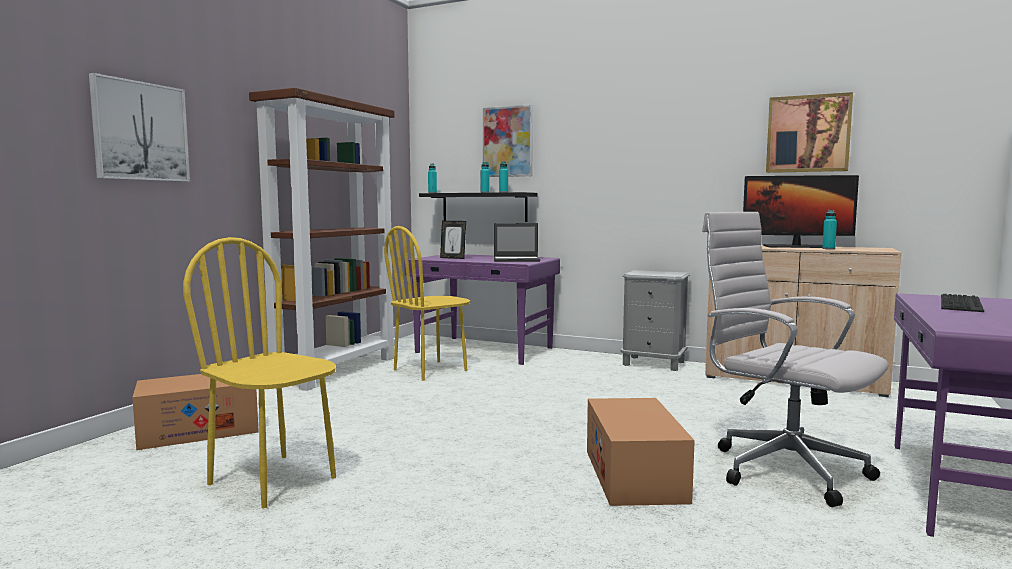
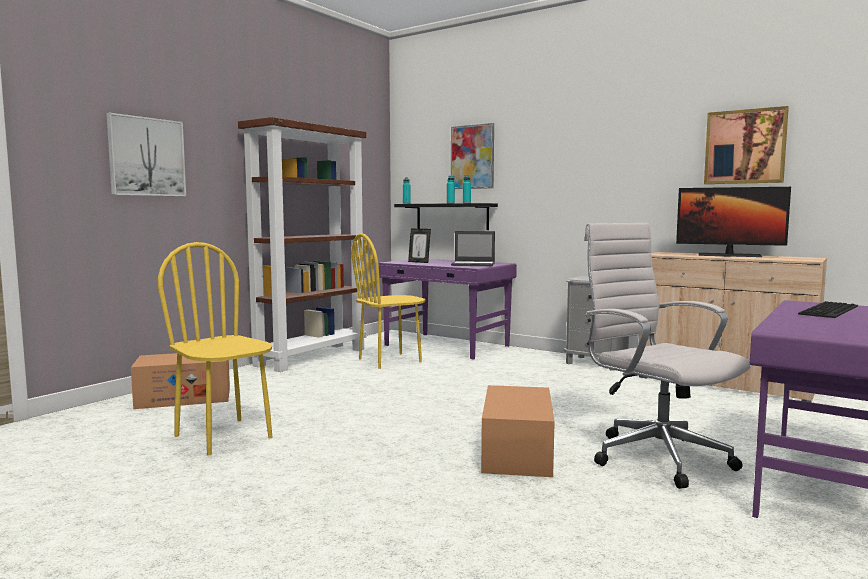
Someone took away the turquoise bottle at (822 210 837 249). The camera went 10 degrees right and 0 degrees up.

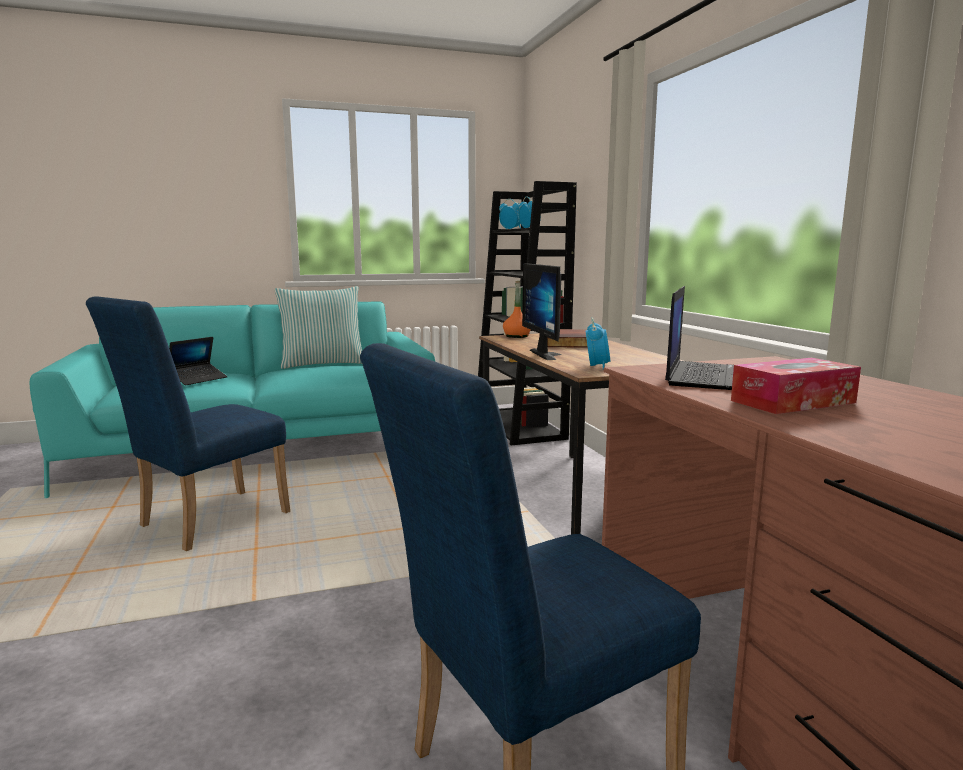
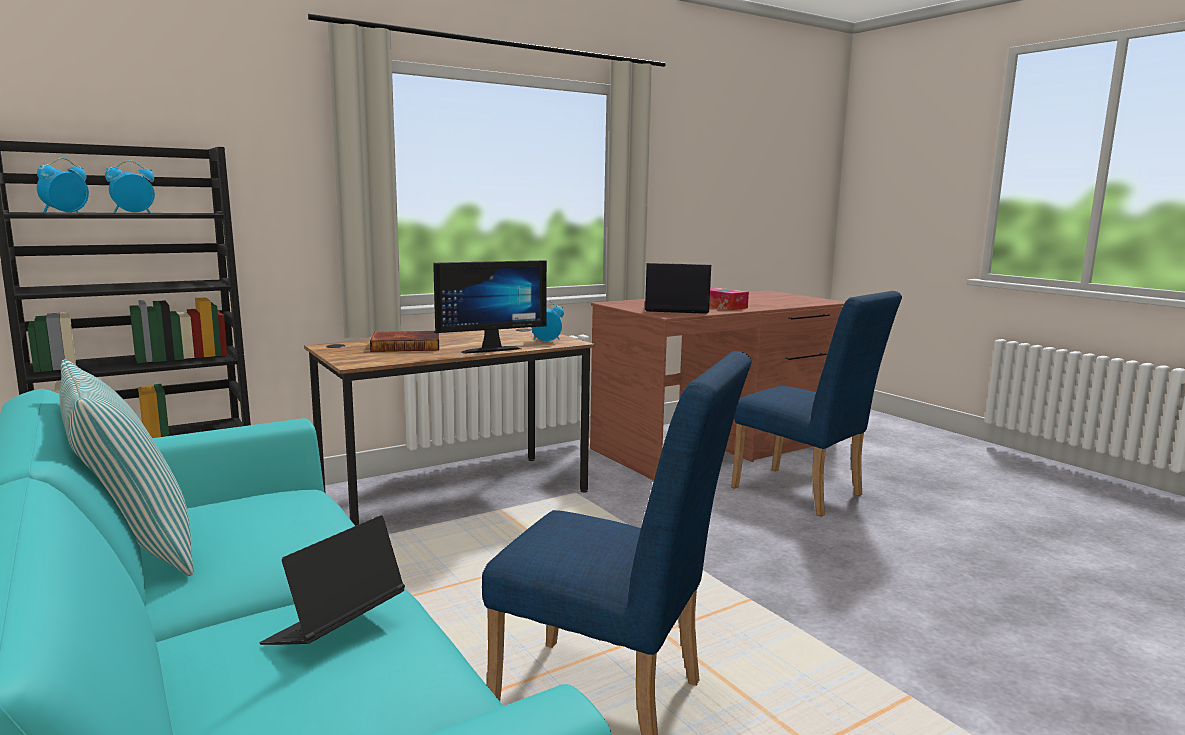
Someone took away the orange bottle at (503 281 530 338). Someone rotated the laptop at (169 337 228 385) by 75 degrees counterclockwise. The camera went 105 degrees left and 0 degrees up.

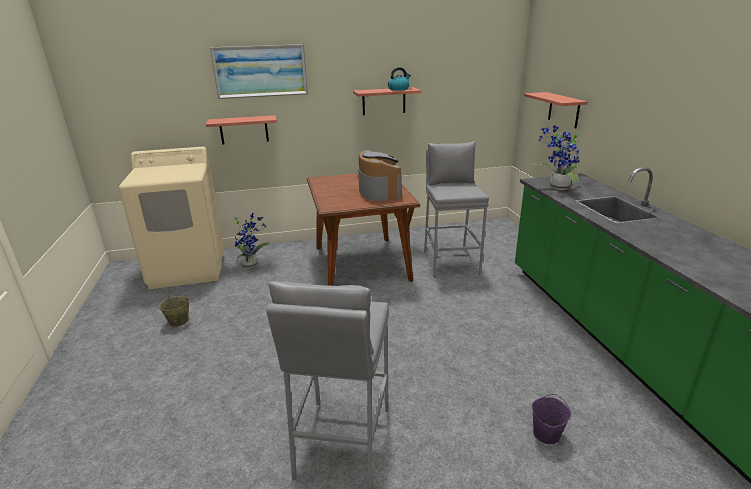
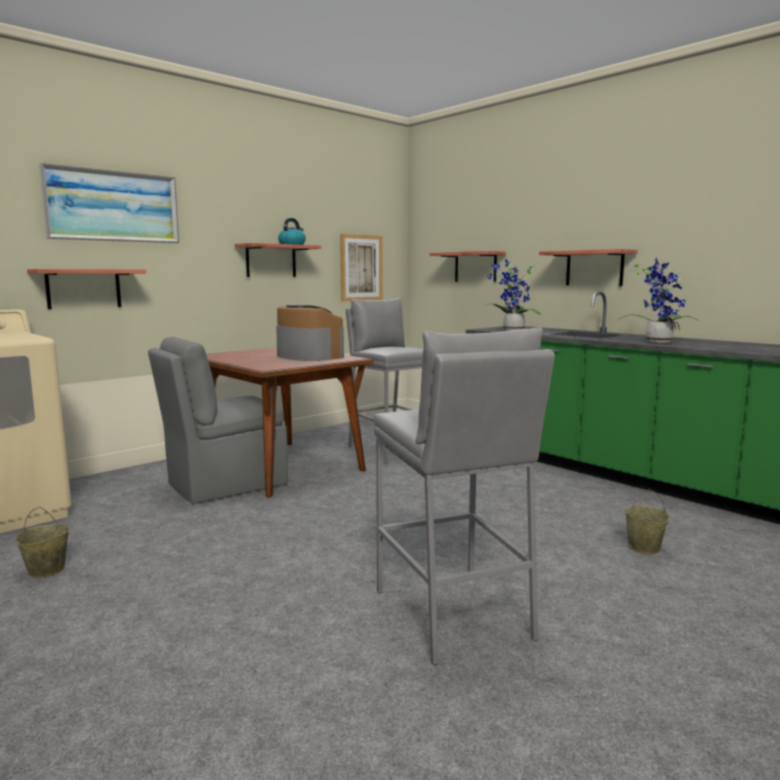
Someone carried the potted plant from (234 213 271 268) to (617 258 699 343). Someone repainted the purple bucket at (532 394 571 444), which became the beige bucket at (625 489 670 554). Someone put up the picture at (340 234 383 302). Someone put up the shelf at (539 249 638 286). Someone put down the grey chair at (148 337 288 504). The camera went 30 degrees left and 15 degrees down.

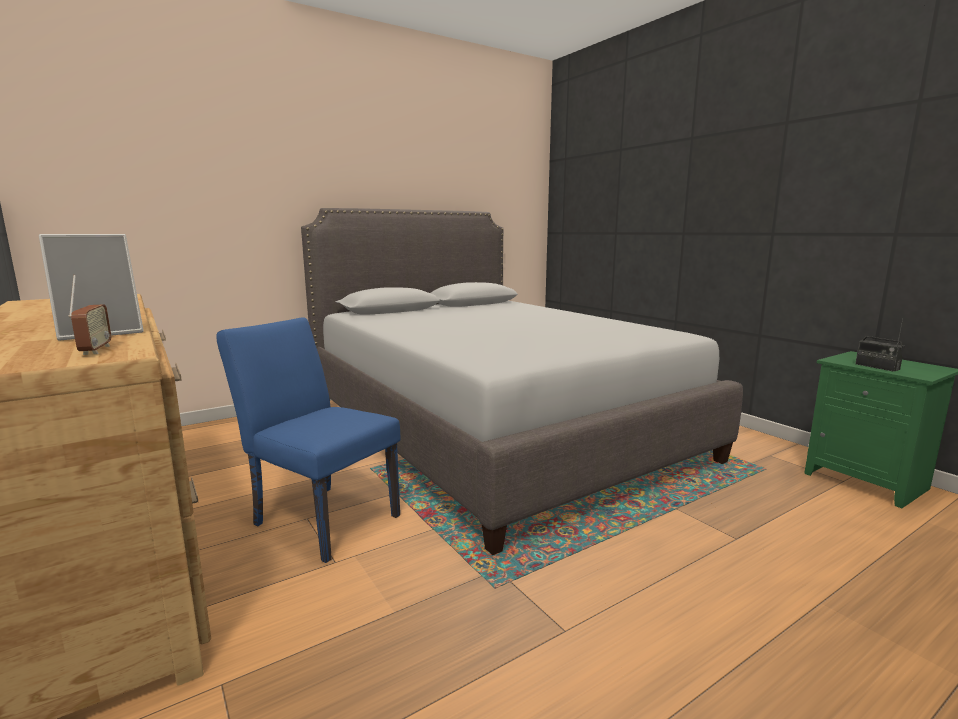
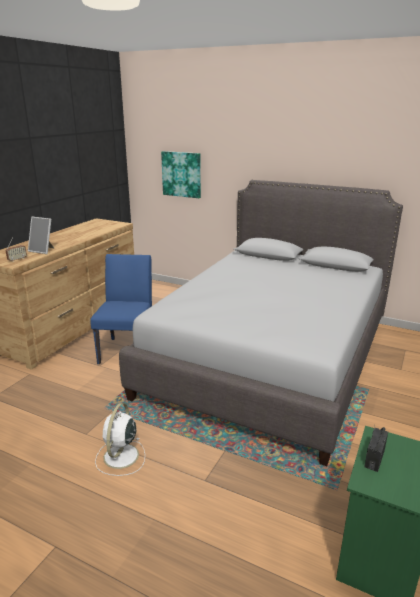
Someone put up the picture at (161 151 201 198). Someone put down the white fan at (95 403 145 476). The camera went 60 degrees right and 10 degrees up.

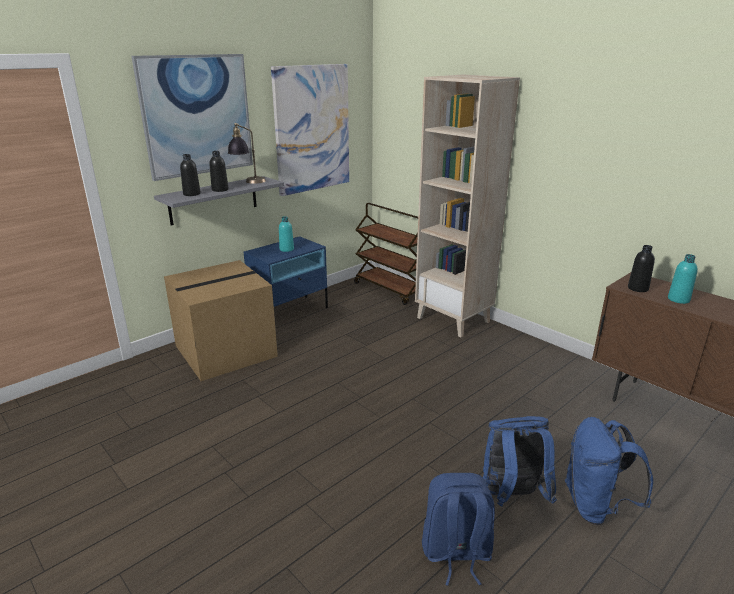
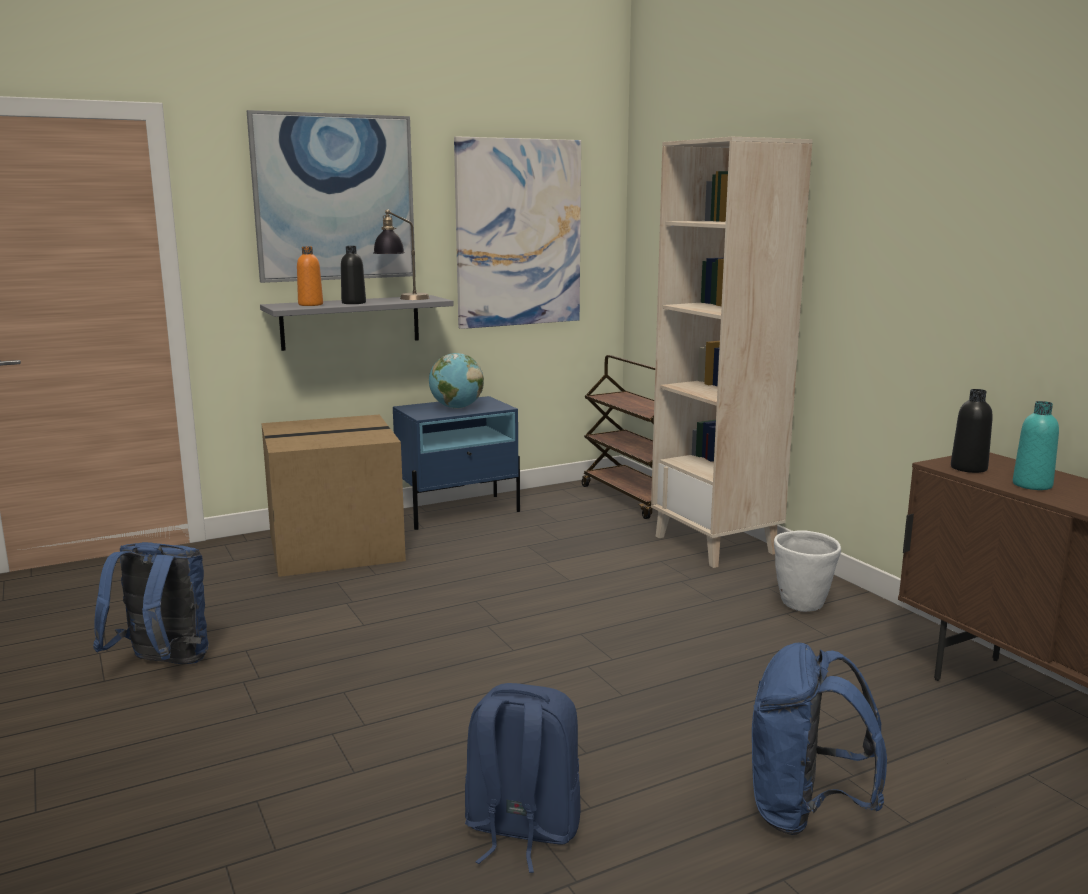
Someone repainted the black bottle at (180 154 201 196), which became the orange bottle at (297 247 323 306). Someone swapped the turquoise bottle at (279 216 294 252) for the globe at (429 353 484 409). Someone carried the blue backpack from (483 416 557 506) to (93 542 209 664). Someone put down the white planter at (774 530 841 612). The camera went 15 degrees right and 10 degrees down.

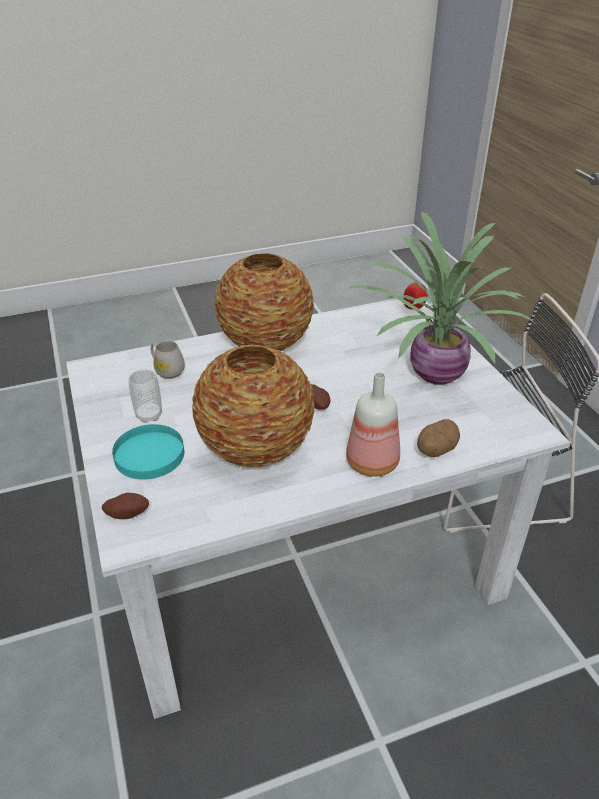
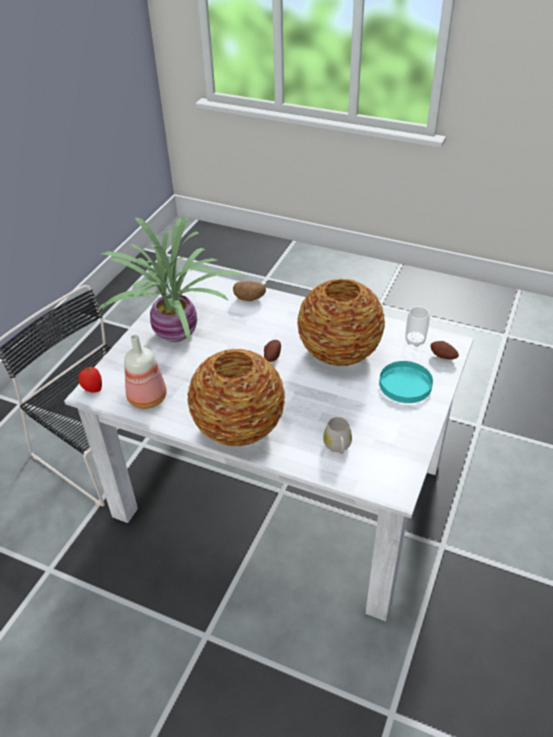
Someone carried the cup from (128 369 162 423) to (405 306 430 347). Someone carried the bottle from (346 372 400 477) to (124 335 167 409). The camera went 135 degrees left and 5 degrees up.

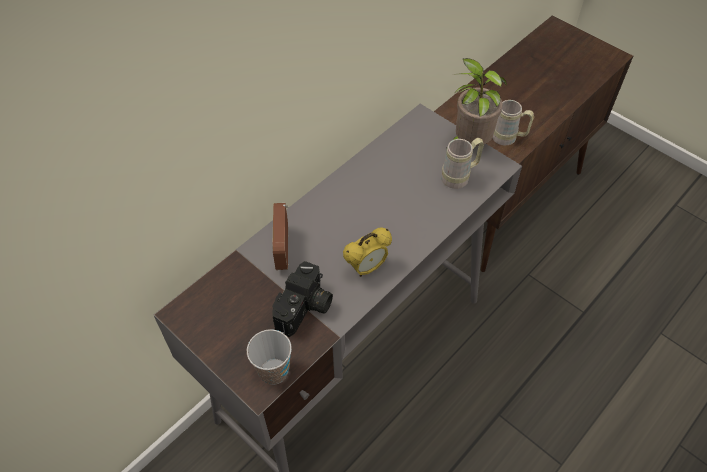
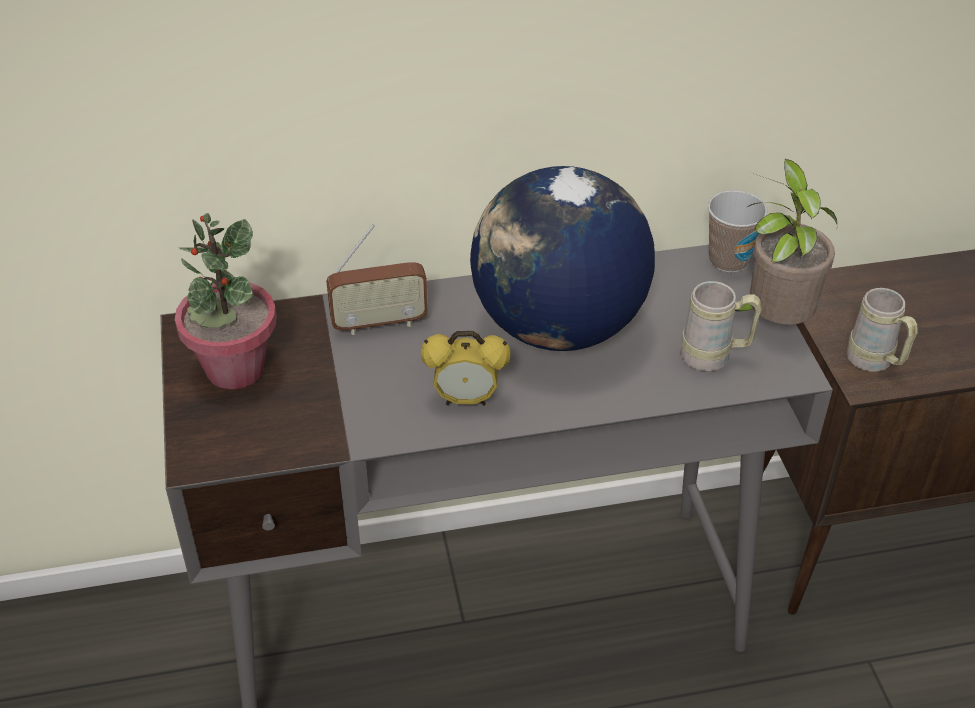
Someone rotated the radio at (273 203 289 270) by 135 degrees counterclockwise. Someone took away the photo camera at (272 261 333 337). Someone carried the cup from (247 329 292 385) to (708 190 767 273). Someone put down the globe at (470 166 655 351). Someone put down the potted plant at (175 213 277 389). The camera went 35 degrees right and 10 degrees down.

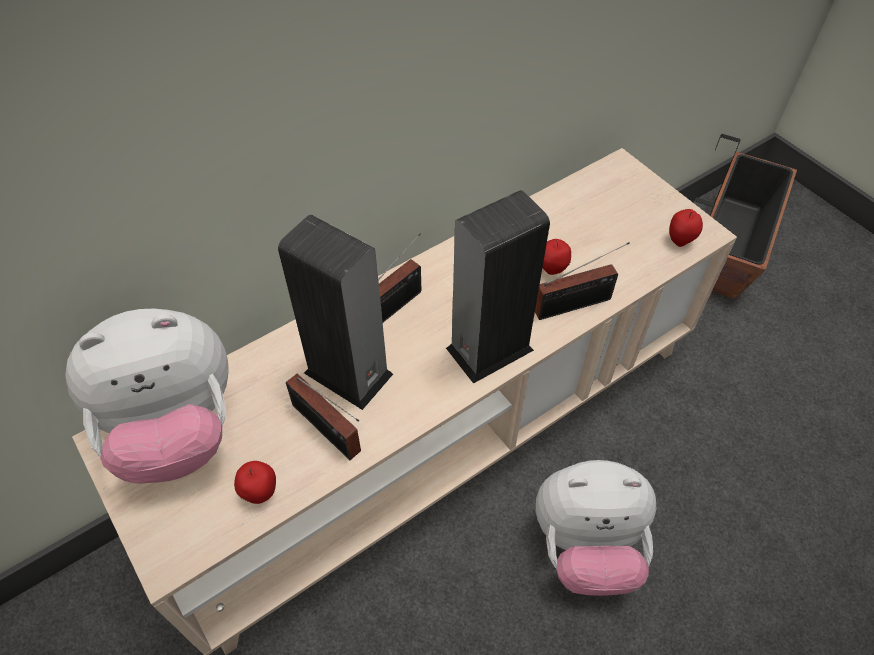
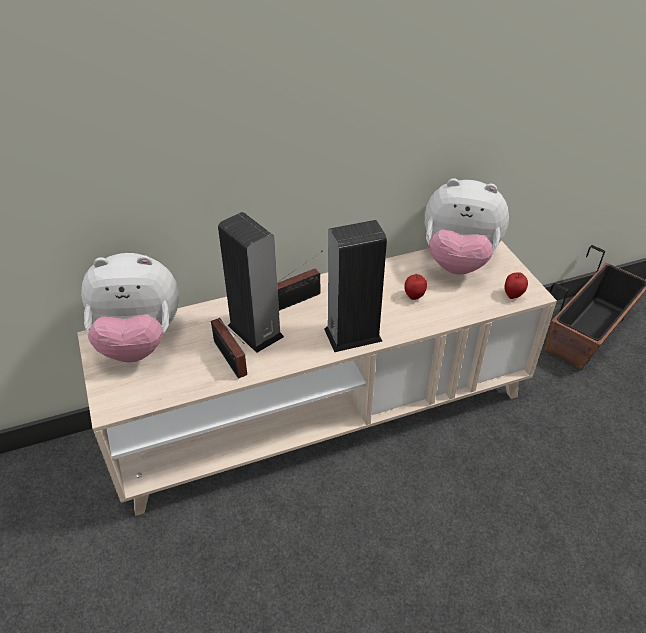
Someone took away the radio at (535 242 630 320). Someone carried the plush toy from (536 460 656 596) to (425 178 509 275). Someone took away the apple at (234 461 276 504). The camera went 15 degrees right and 10 degrees down.

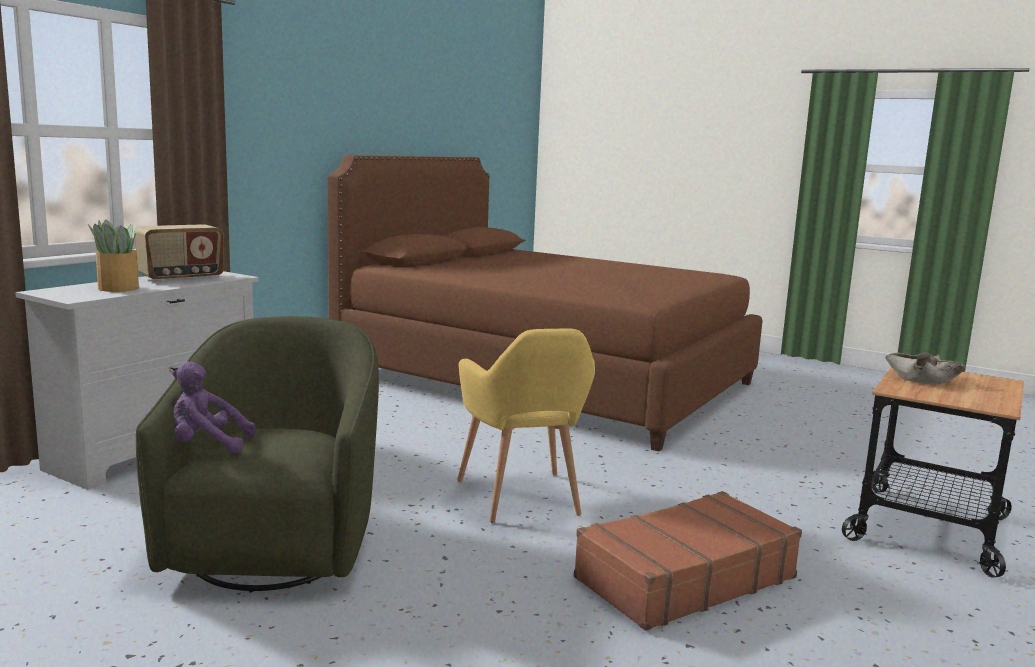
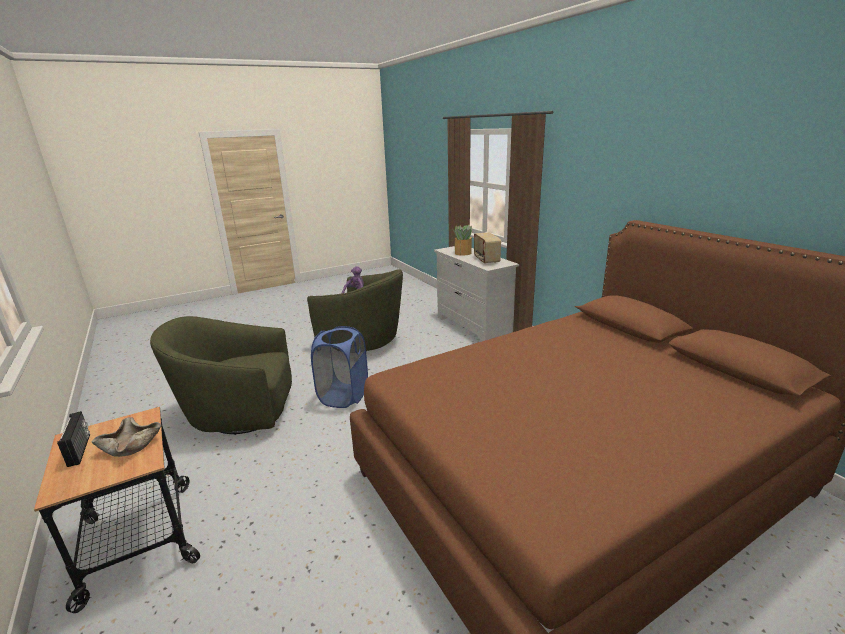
Someone swapped the yellow armchair at (457 328 595 523) for the blue laundry basket at (311 326 368 408). Someone swapped the brown suitcase at (574 491 802 631) for the green armchair at (150 316 292 435). Someone put down the radio at (57 411 90 467). The camera went 120 degrees right and 10 degrees up.

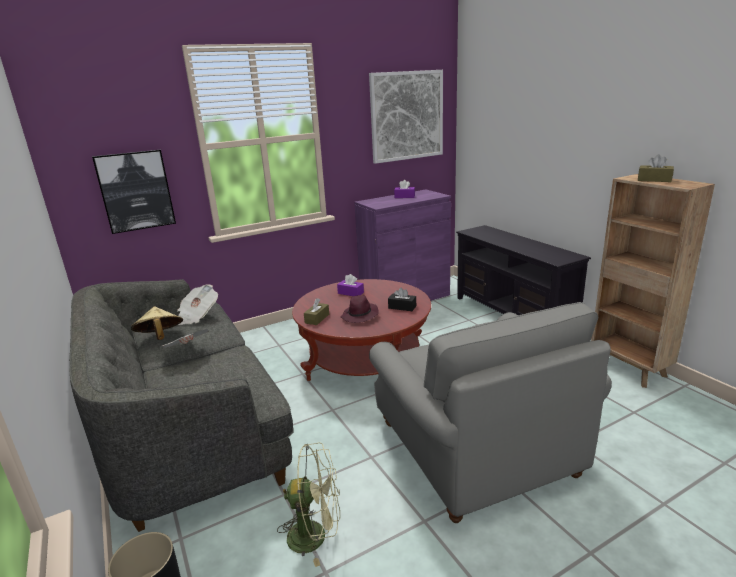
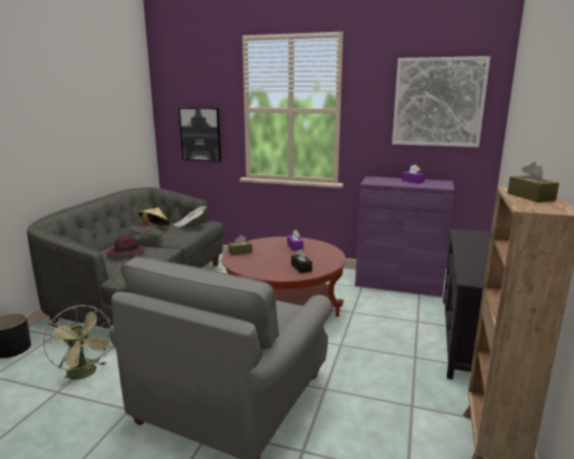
Someone carried the purple hat from (341 295 379 323) to (107 236 146 256). The camera went 45 degrees right and 5 degrees down.

